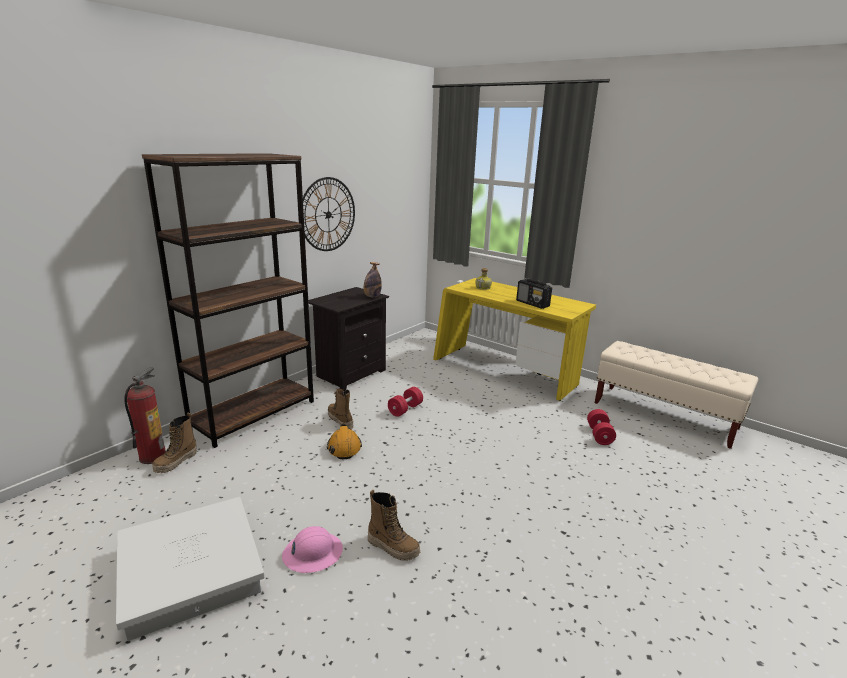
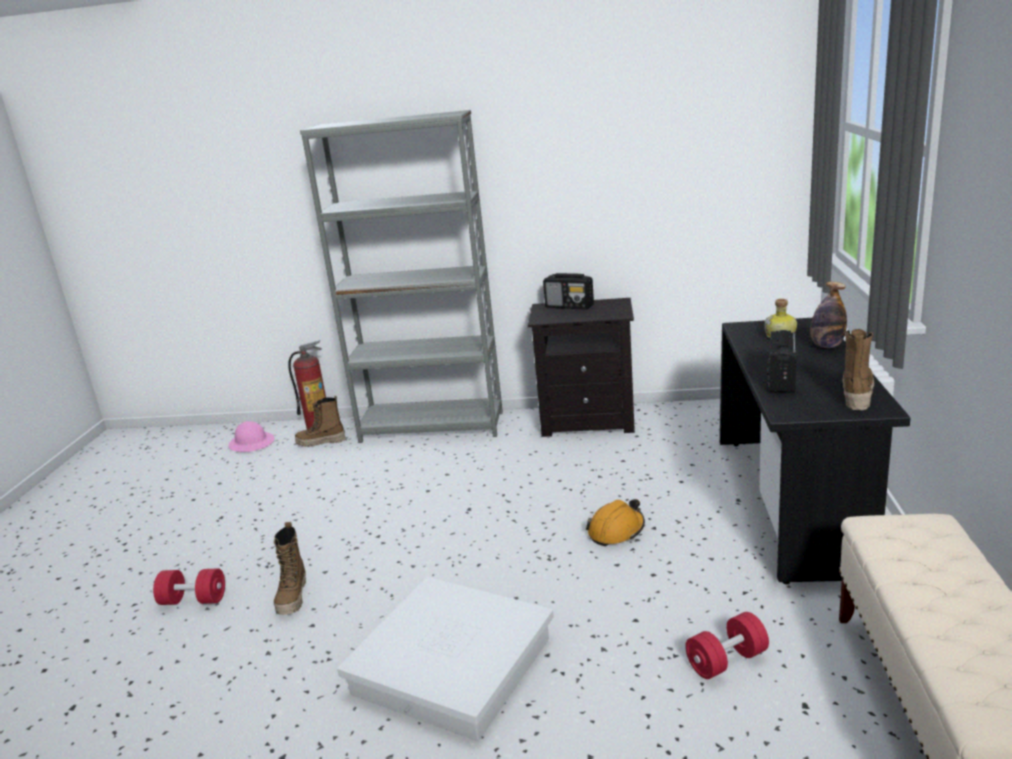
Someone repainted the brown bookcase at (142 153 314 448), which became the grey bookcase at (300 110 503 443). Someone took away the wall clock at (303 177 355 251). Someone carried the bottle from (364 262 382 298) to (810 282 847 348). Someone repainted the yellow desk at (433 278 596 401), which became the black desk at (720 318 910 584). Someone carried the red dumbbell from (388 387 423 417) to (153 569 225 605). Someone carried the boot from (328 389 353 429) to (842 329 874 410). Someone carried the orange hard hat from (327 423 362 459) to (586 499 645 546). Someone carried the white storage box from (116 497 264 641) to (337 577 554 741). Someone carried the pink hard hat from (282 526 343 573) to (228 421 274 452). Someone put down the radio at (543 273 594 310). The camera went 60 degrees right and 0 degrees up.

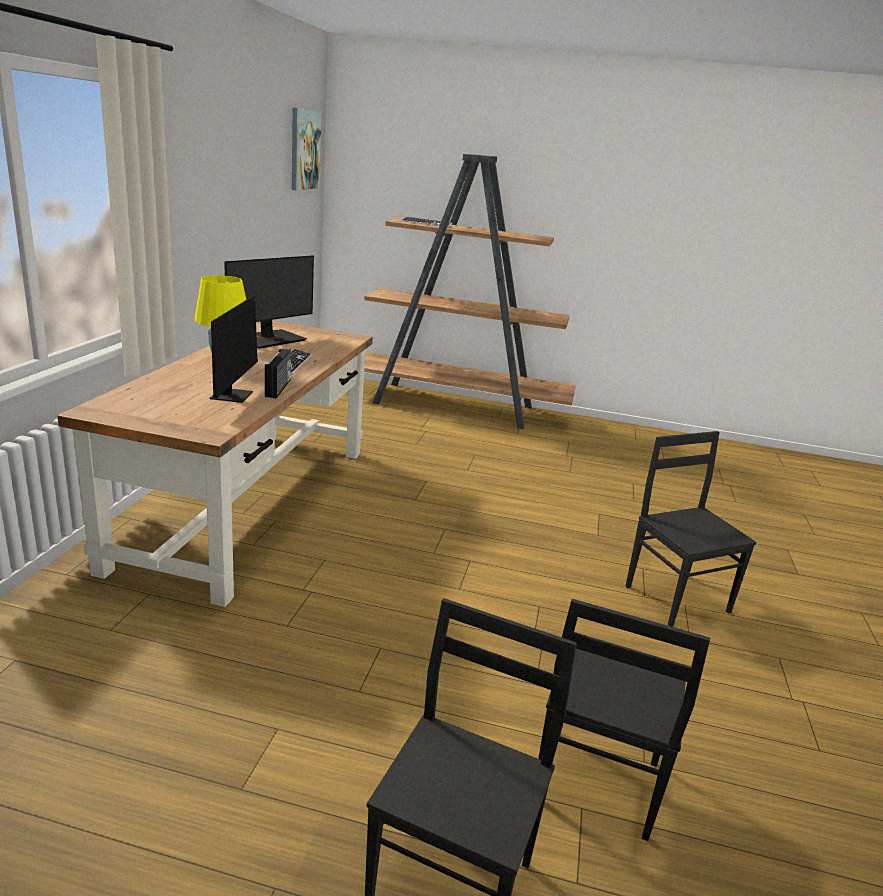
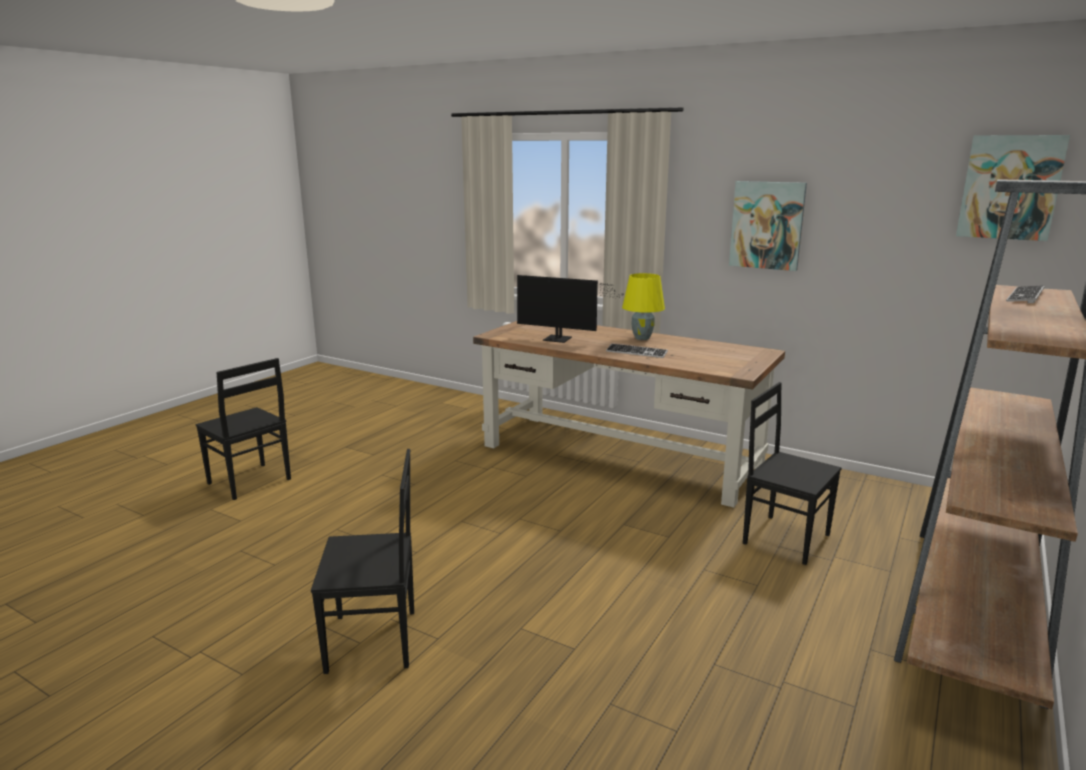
Someone took away the monitor at (224 255 314 349). Someone took away the radio at (265 349 292 398). Someone carried the black chair from (538 599 710 841) to (743 382 841 565). Someone put up the picture at (729 181 807 271). The camera went 110 degrees right and 5 degrees down.

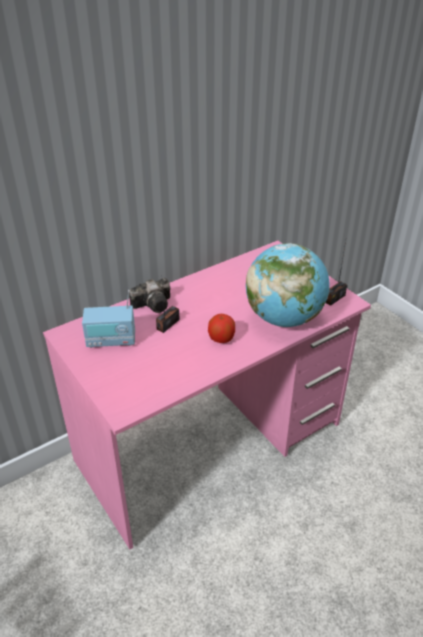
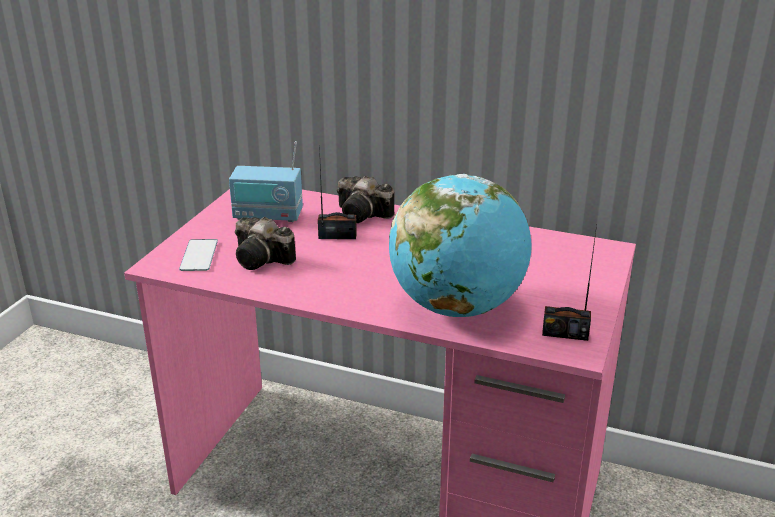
Someone rotated the radio at (82 290 135 348) by 45 degrees counterclockwise. Someone took away the apple at (208 314 235 343). Someone put down the photo camera at (235 217 296 270). Someone put down the phone at (179 239 218 271). The camera went 55 degrees right and 10 degrees down.

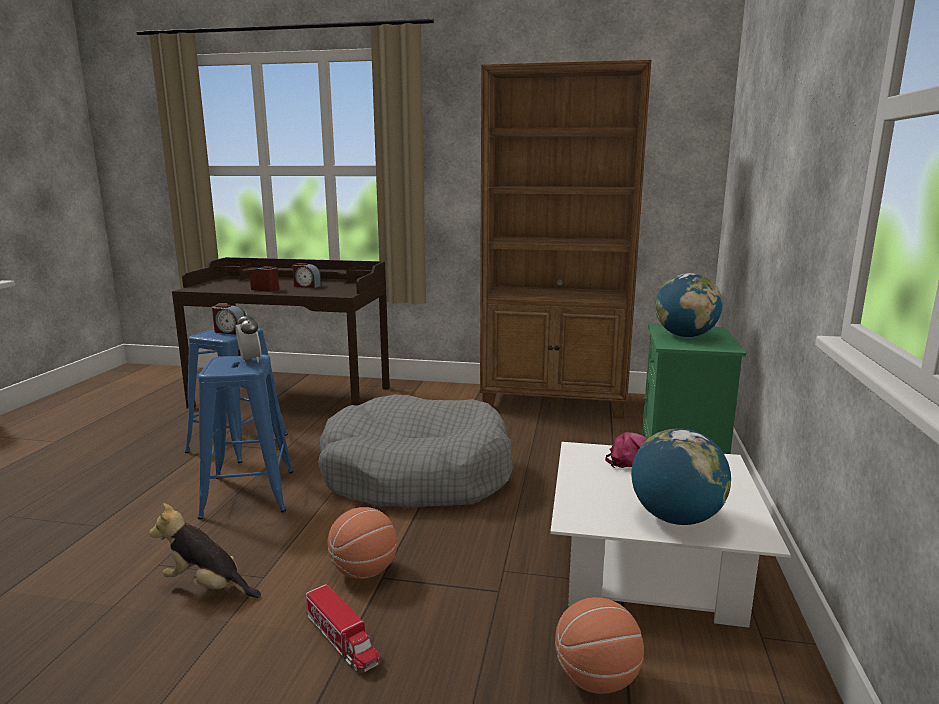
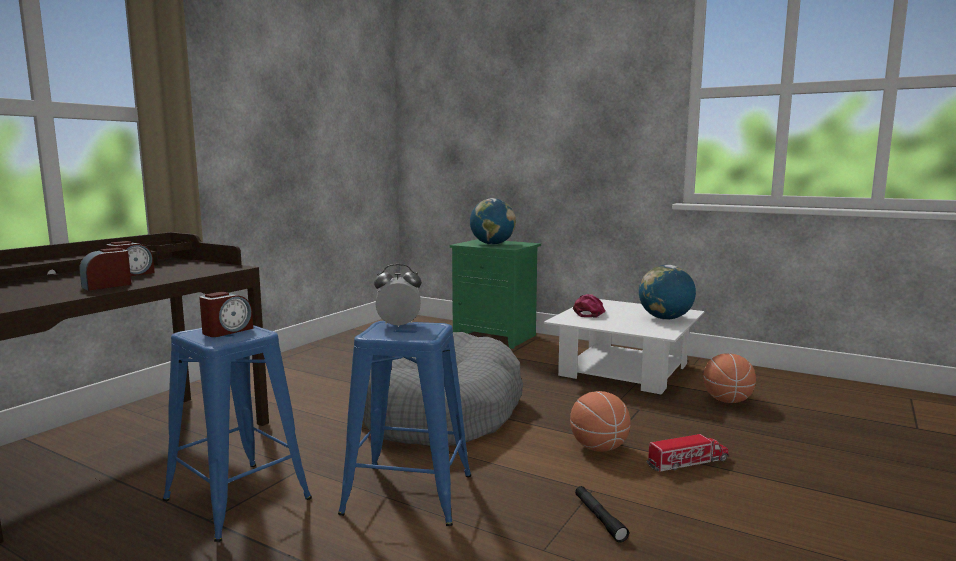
Someone took away the brown bookcase at (480 60 651 418). Someone swapped the plush toy at (149 503 261 598) for the black flashlight at (575 486 629 542). The camera went 70 degrees left and 5 degrees down.

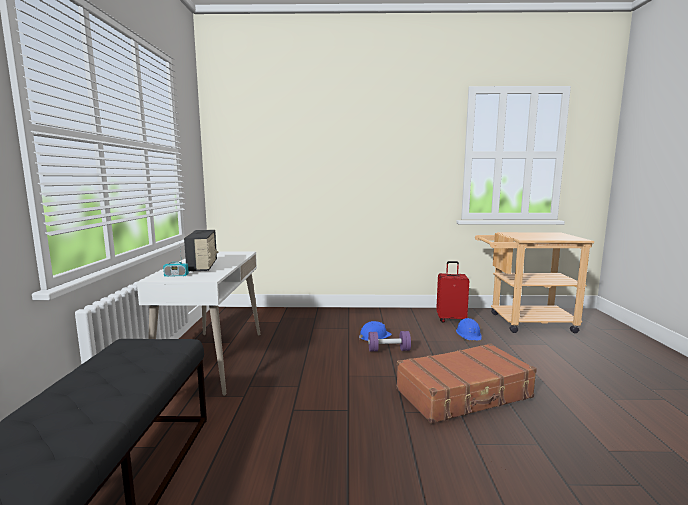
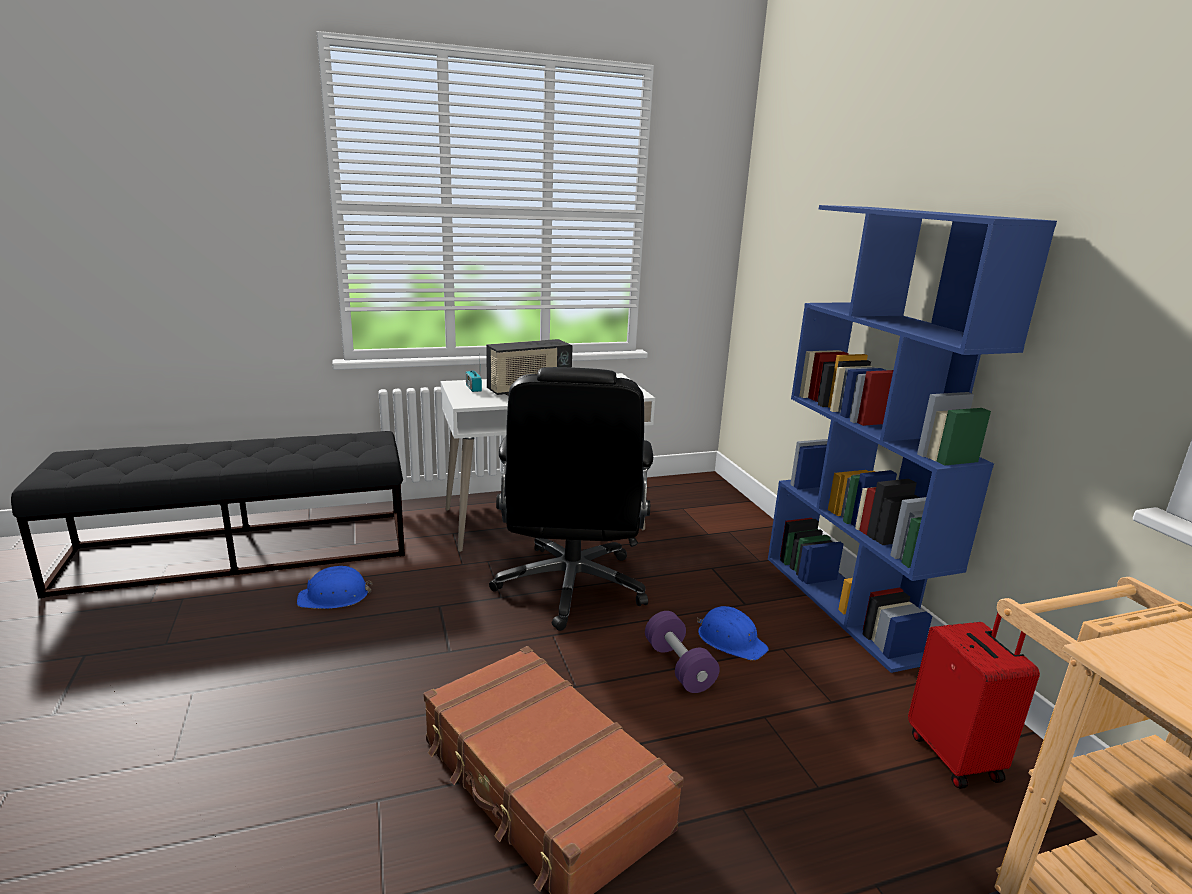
Someone carried the blue hard hat from (456 318 482 340) to (297 566 372 609). Someone put down the blue bookcase at (768 205 1057 673). Someone put down the black office chair at (489 367 653 631). The camera went 70 degrees right and 10 degrees up.

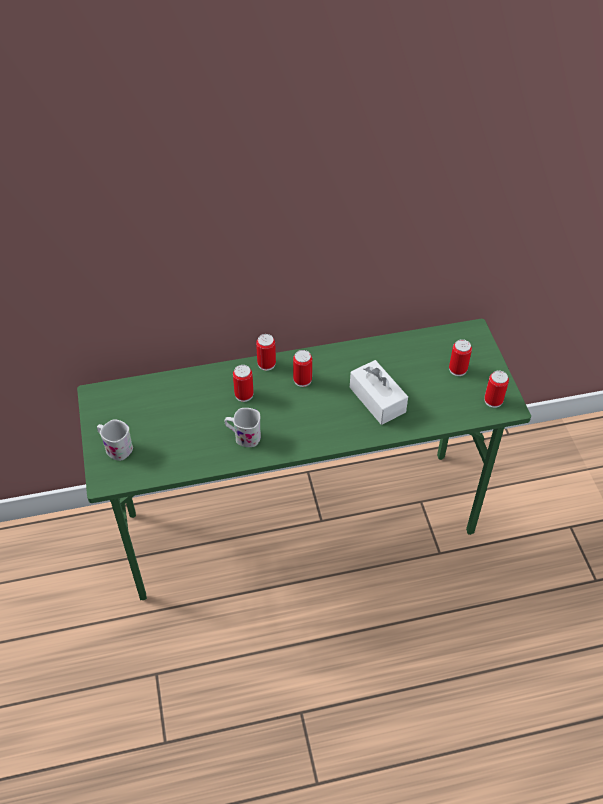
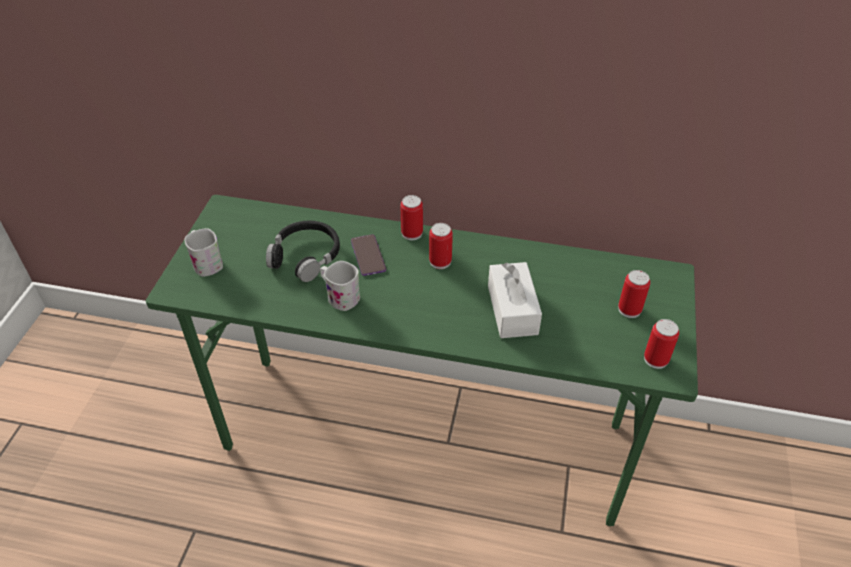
Someone swapped the can at (233 365 254 402) for the phone at (351 234 386 276). Someone put down the black headphones at (266 221 340 282). The camera went 25 degrees right and 5 degrees down.

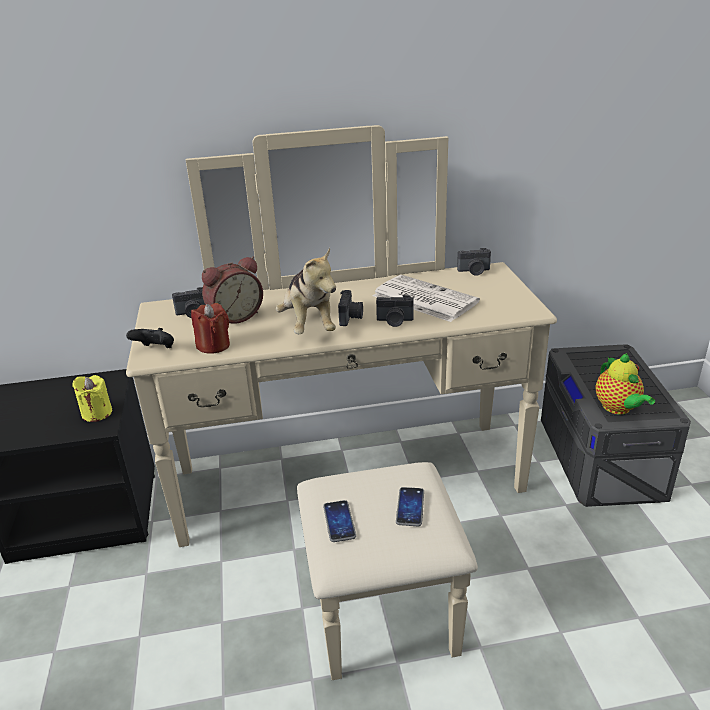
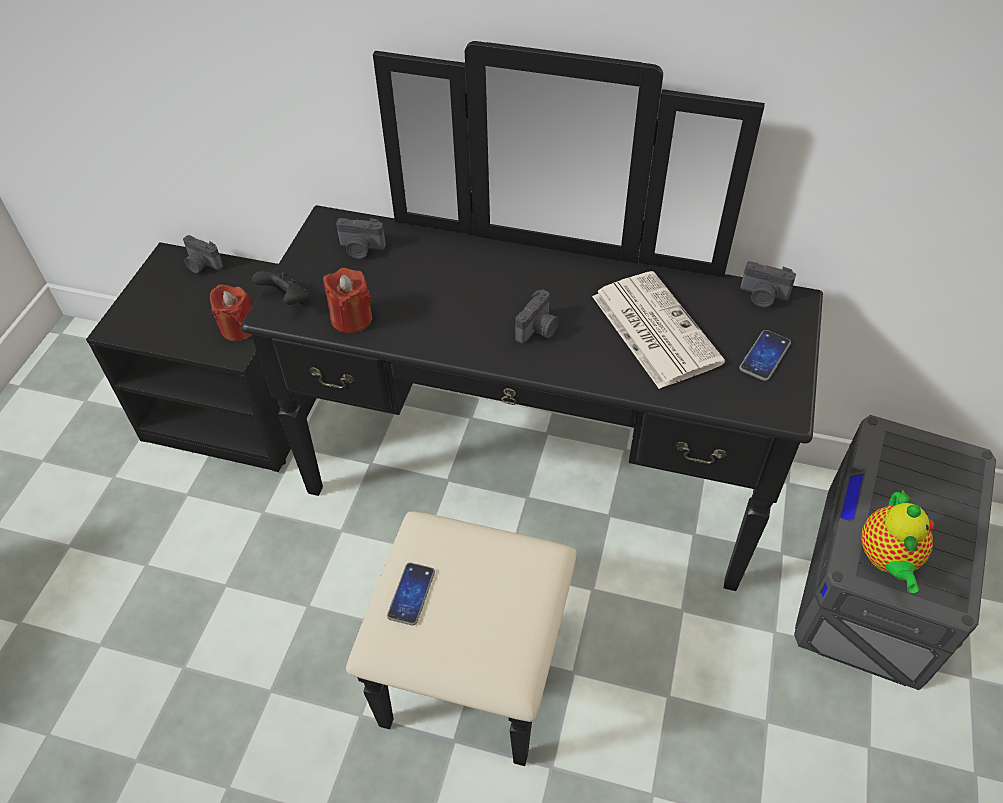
Someone repainted the beige dresser at (126 125 557 680), which became the black dresser at (241 41 823 766). Someone took away the plush toy at (276 248 336 334). Someone took away the alarm clock at (202 256 263 324). Someone carried the photo camera from (376 295 414 327) to (183 235 223 273). Someone repainted the yellow candle at (72 375 112 422), which became the red candle at (210 284 252 341). Someone carried the phone from (396 487 424 526) to (739 330 791 381). The camera went 25 degrees right and 20 degrees up.

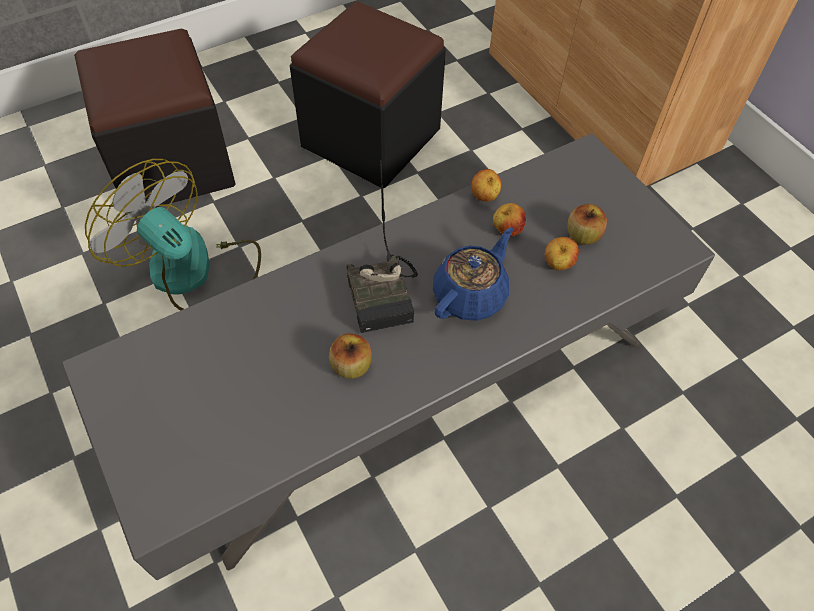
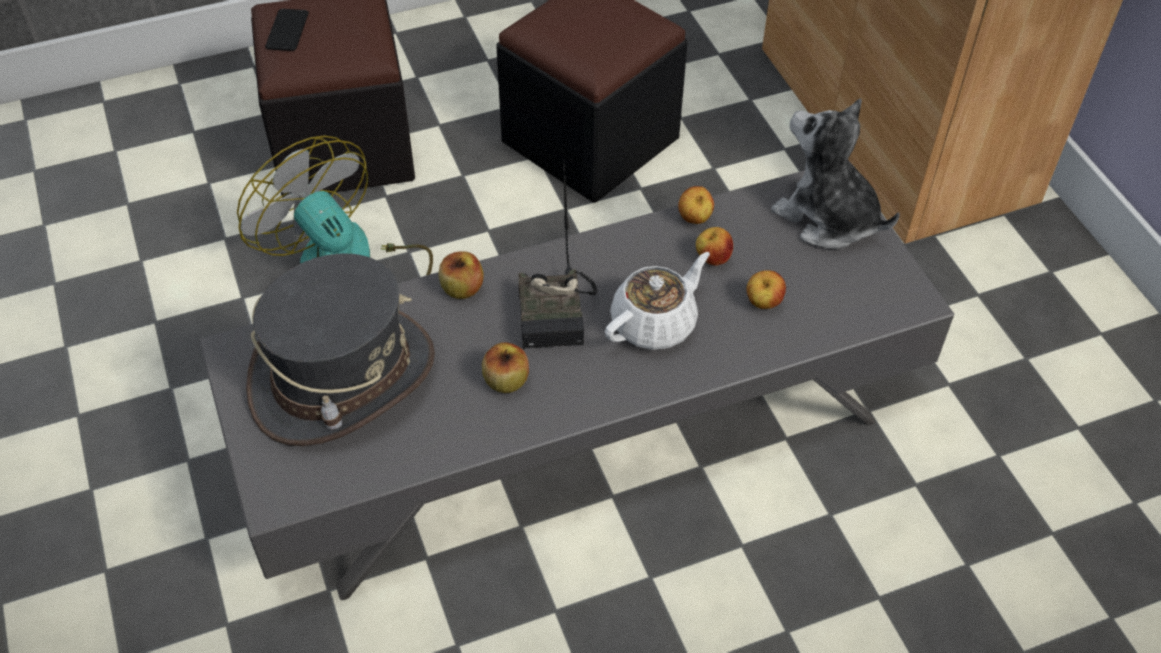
Someone carried the apple from (567 204 607 245) to (438 251 484 299). Someone repainted the blue teapot at (433 227 513 321), which became the white teapot at (605 252 710 350). Someone put down the phone at (265 9 309 51). Someone put down the plush toy at (771 99 900 249). Someone put down the grey hat at (246 253 435 446). The camera went 10 degrees right and 5 degrees down.

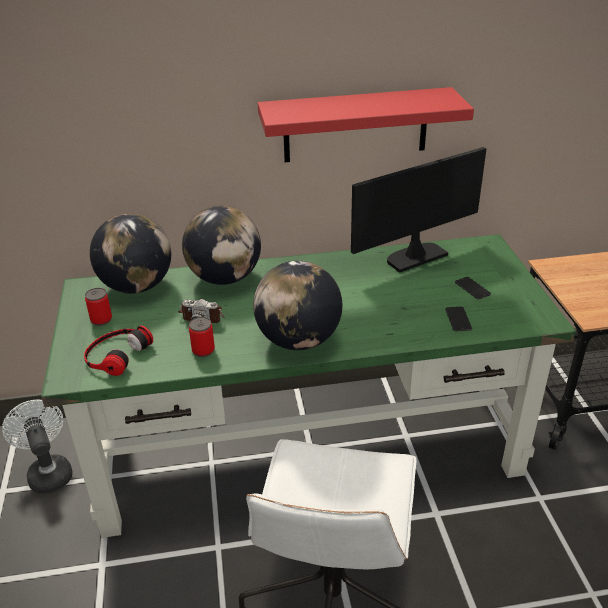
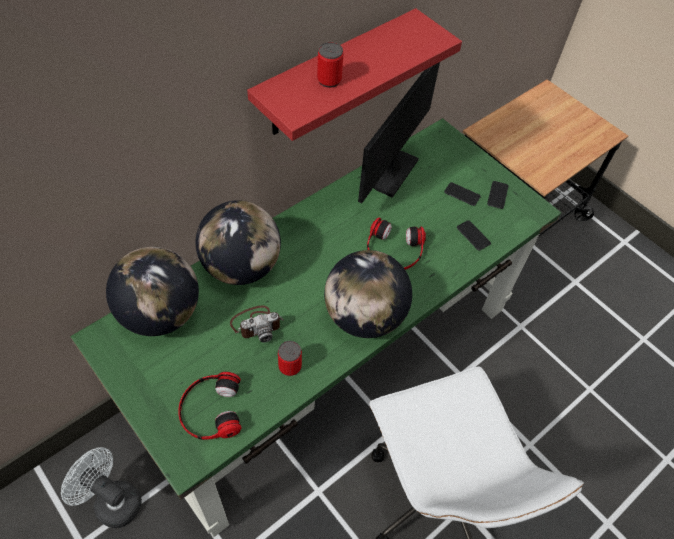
Someone carried the can from (85 288 112 326) to (317 42 343 88). Someone put down the phone at (487 181 508 209). Someone put down the headphones at (367 217 426 270). The camera went 35 degrees left and 20 degrees up.

